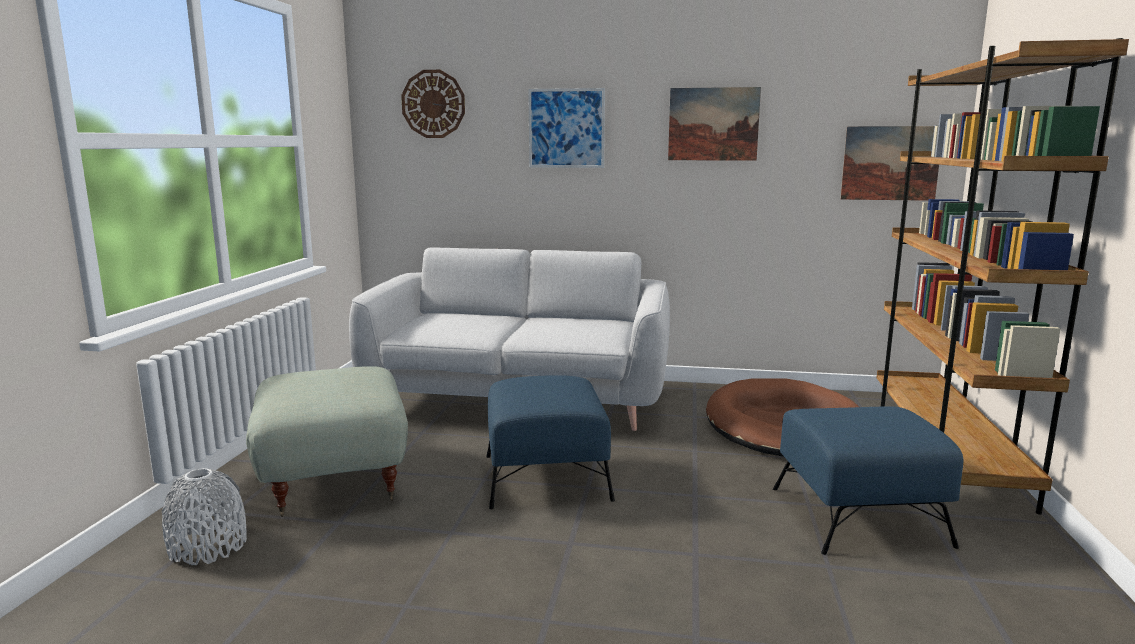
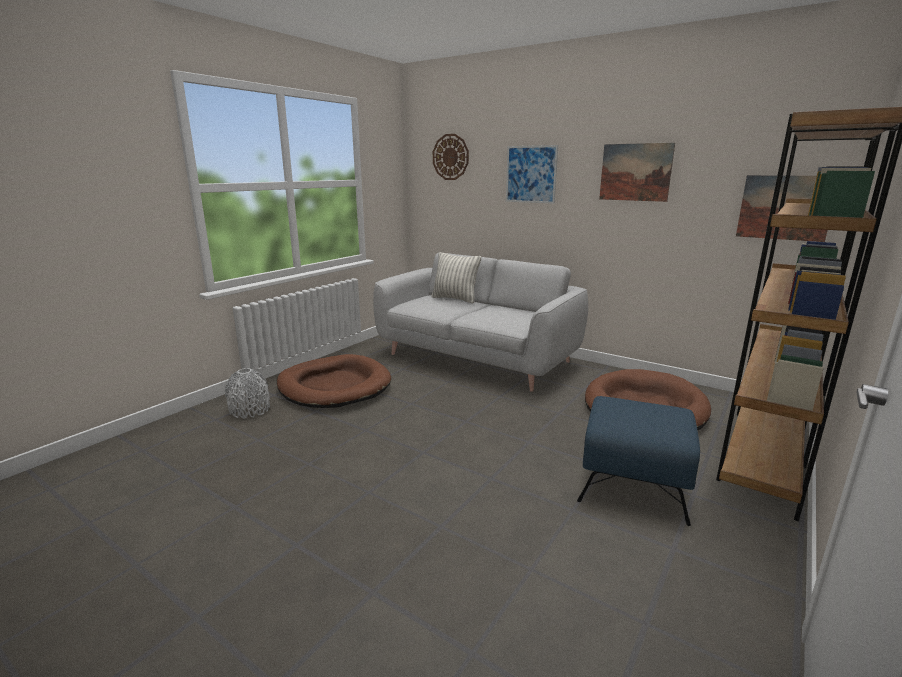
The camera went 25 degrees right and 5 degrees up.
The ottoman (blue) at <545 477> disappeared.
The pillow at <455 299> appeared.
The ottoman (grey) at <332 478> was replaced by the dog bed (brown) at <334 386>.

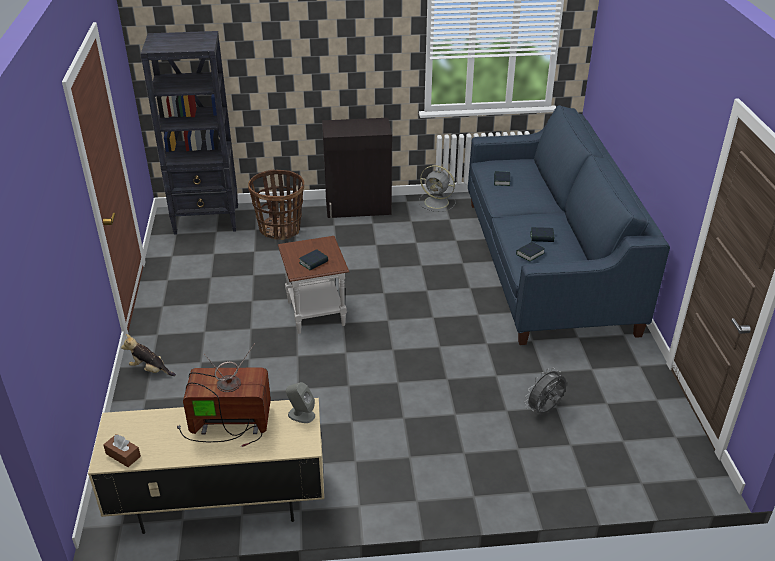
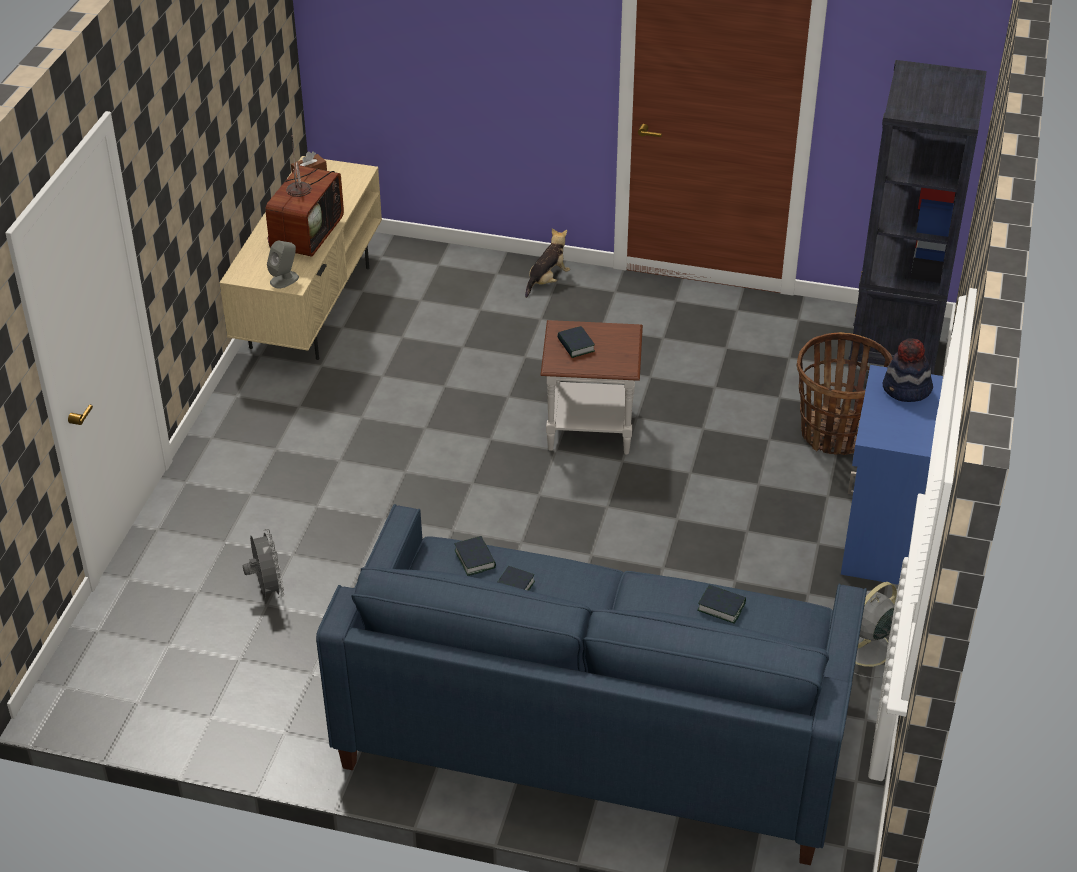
The camera went 110 degrees right and 5 degrees up.
The hat at <906 390> appeared.
The cabinet (black) at <358 208> became the cabinet (blue) at <878 538>.

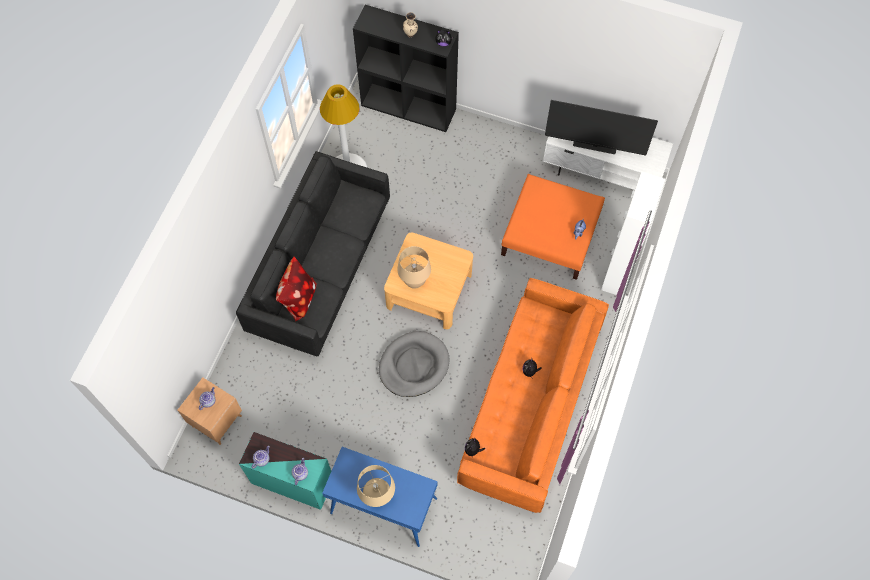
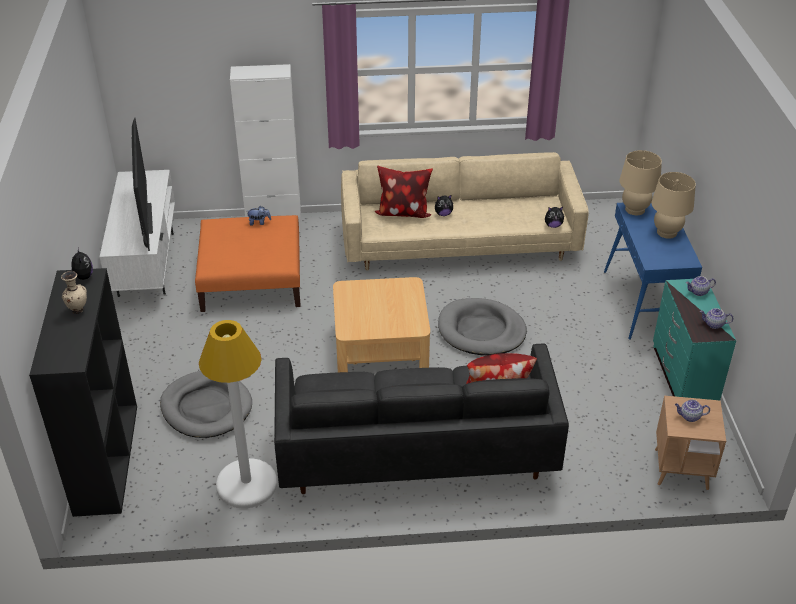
The camera went 115 degrees left and 25 degrees down.
The dog bed (grey) at <206 407> appeared.
The pillow at <403 212> appeared.
The table lamp (beige) moved from <414 281> to <635 209>.
The sofa (orange) at <530 403> became the sofa (beige) at <459 242>.

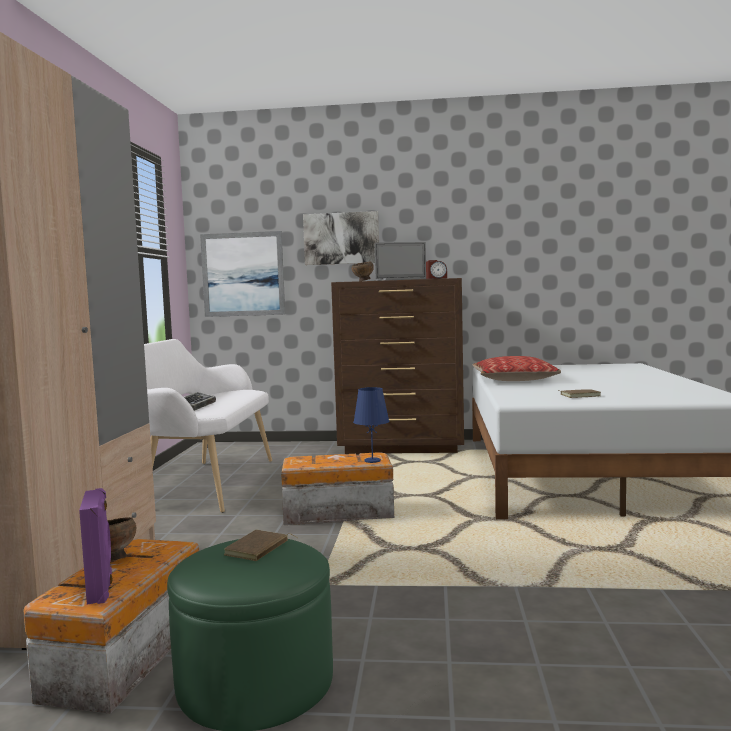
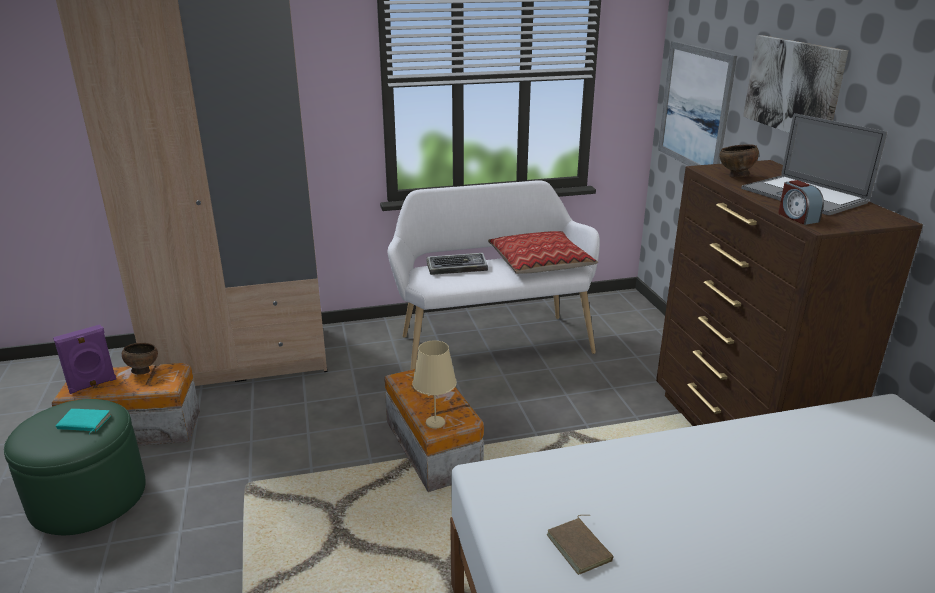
The camera went 70 degrees right and 20 degrees up.
The pillow moved from <514 379> to <540 263>.
The book (brown) at <258 549> became the book (turquoise) at <83 423>.
The table lamp (blue) at <372 460> became the table lamp (beige) at <435 422>.

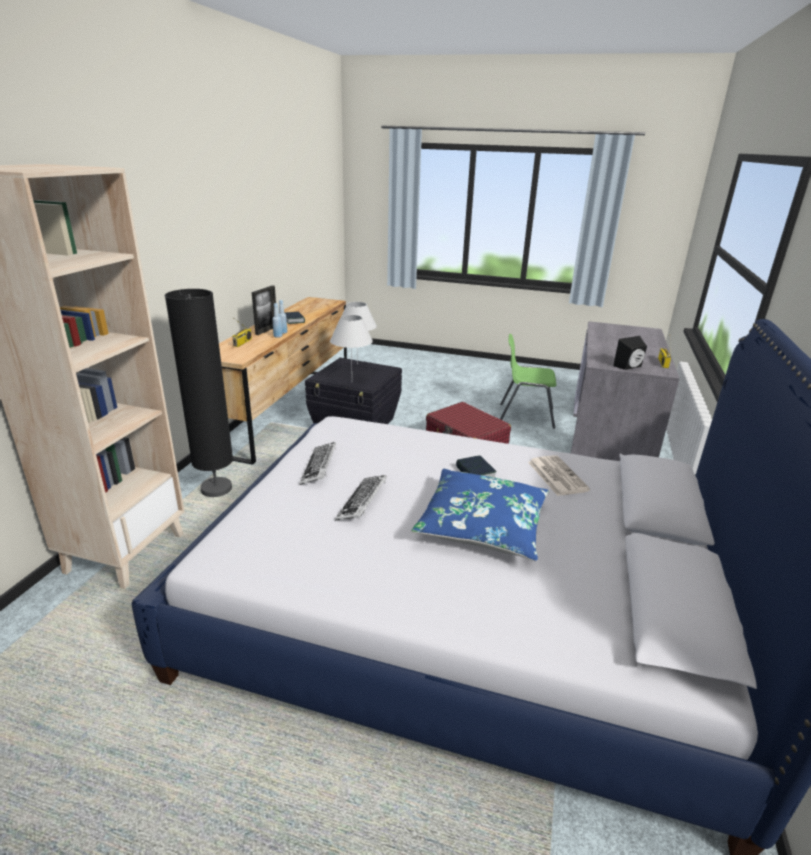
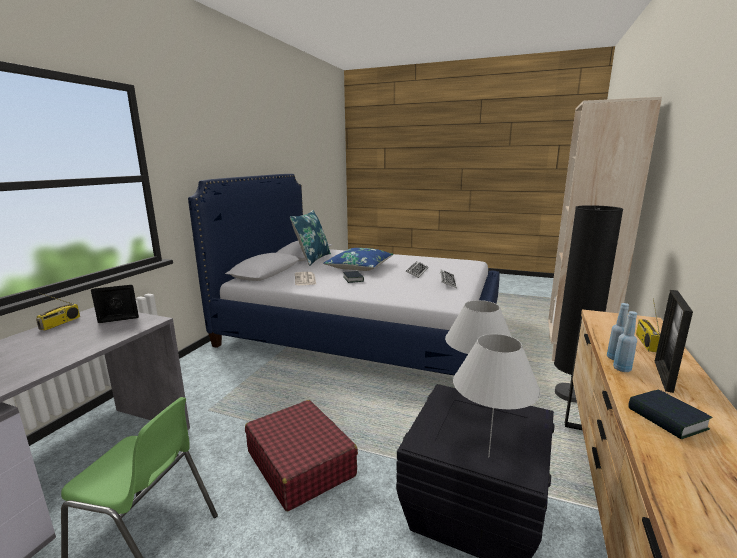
The camera went 175 degrees left and 10 degrees down.
The pillow (blue) at <312 259> appeared.

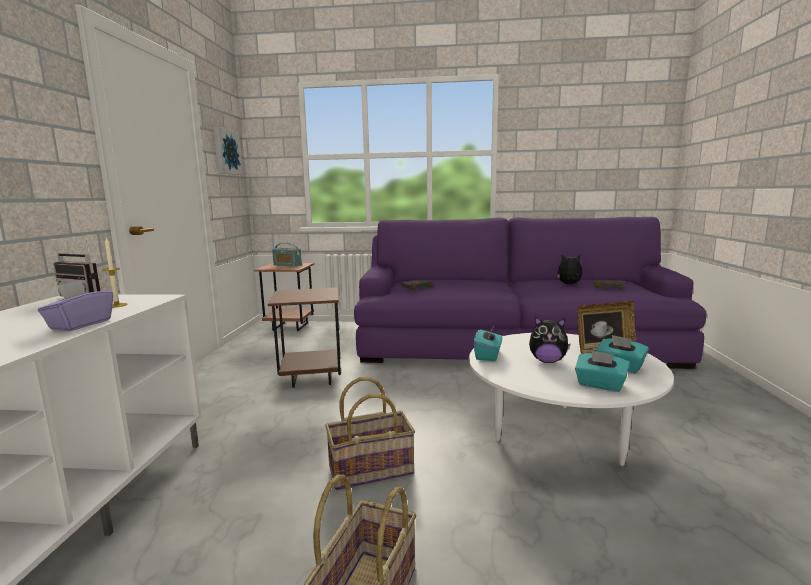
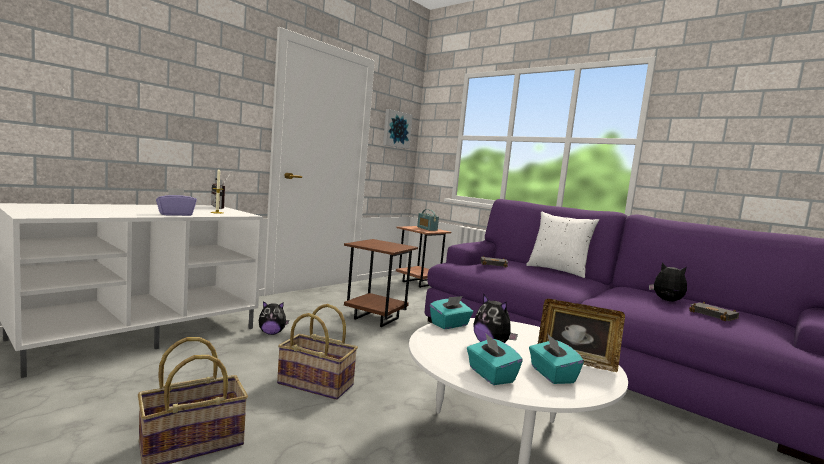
The camera went 35 degrees right and 5 degrees down.
The plush toy at <272 333> appeared.
The pillow (white) at <557 270> appeared.

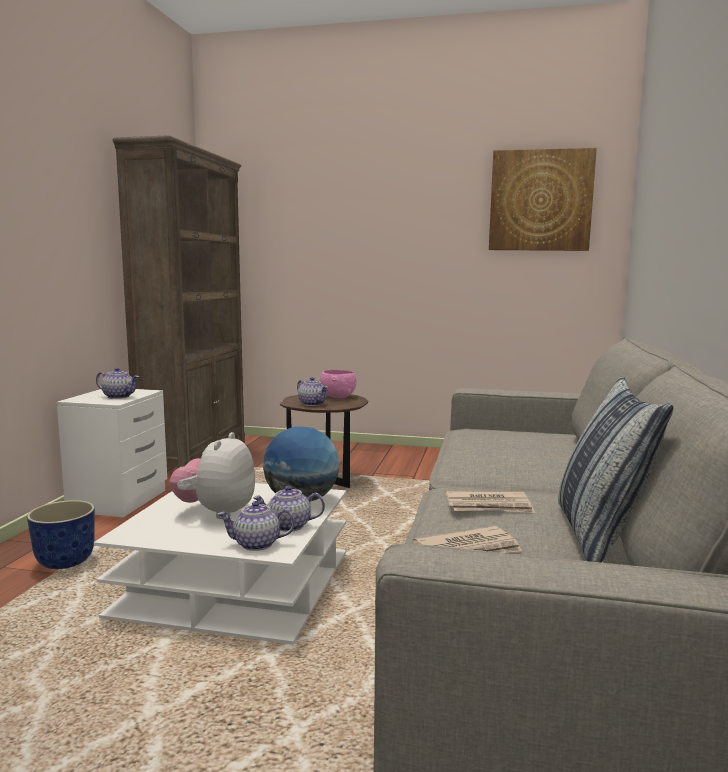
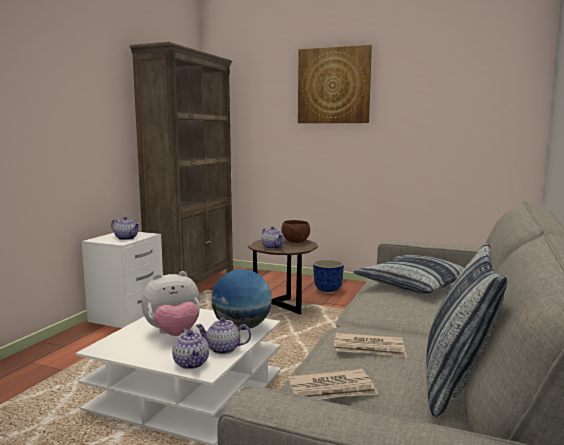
The camera went 10 degrees right and 0 degrees up.
The pillow at <411 284> appeared.
The planter moved from <65 562> to <327 289>.
The picture moved from <540 200> to <334 86>.
The bowl (pink) at <338 396> became the bowl (brown) at <296 241>.
The plush toy at <216 512> turned 135 degrees counterclockwise.
The teapot at <256 544> turned 120 degrees counterclockwise.

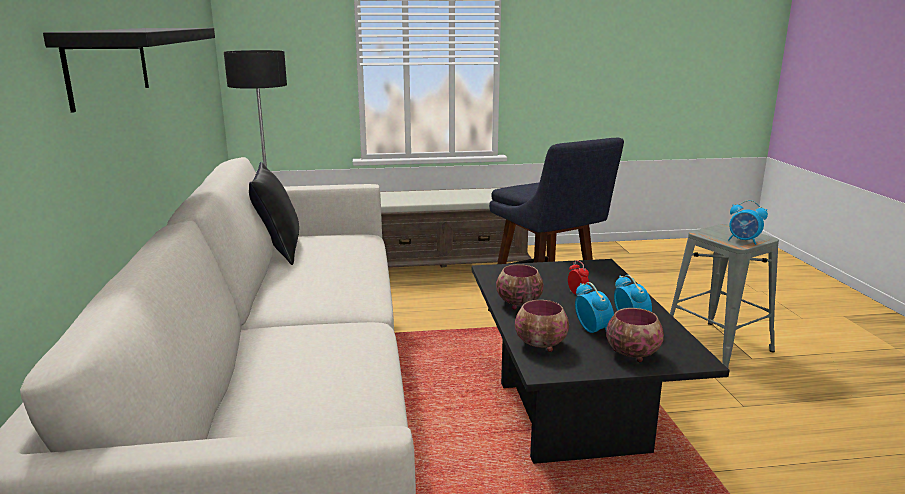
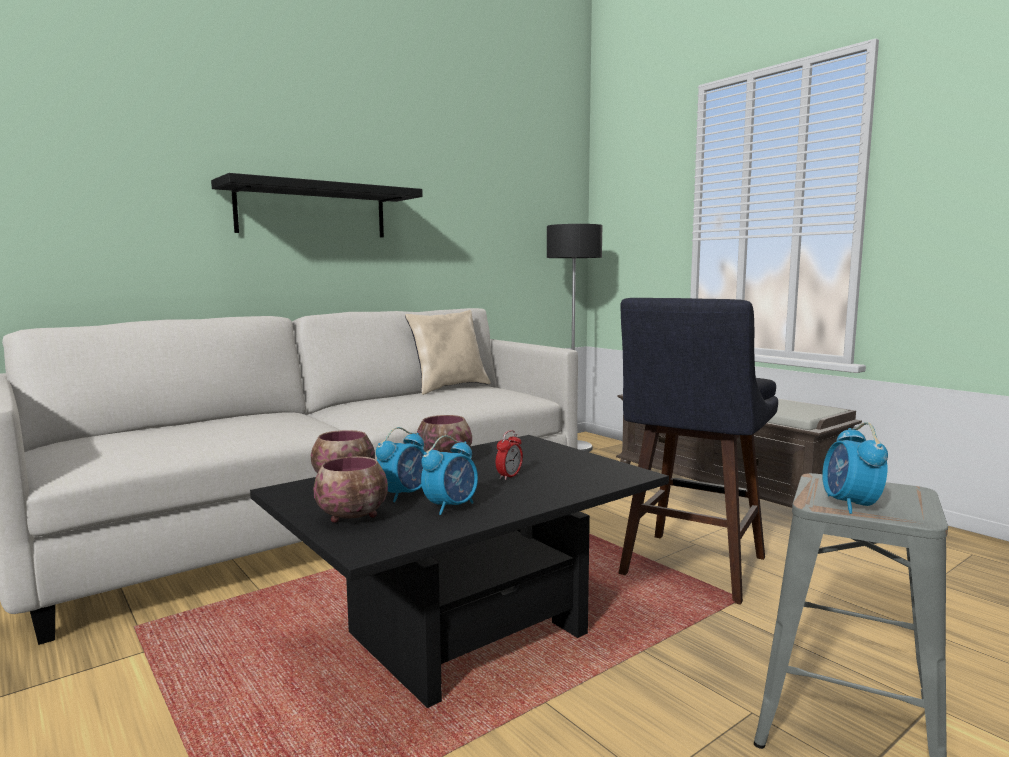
The camera went 60 degrees right and 10 degrees down.
The pillow (black) at <279 250> became the pillow (beige) at <449 388>.

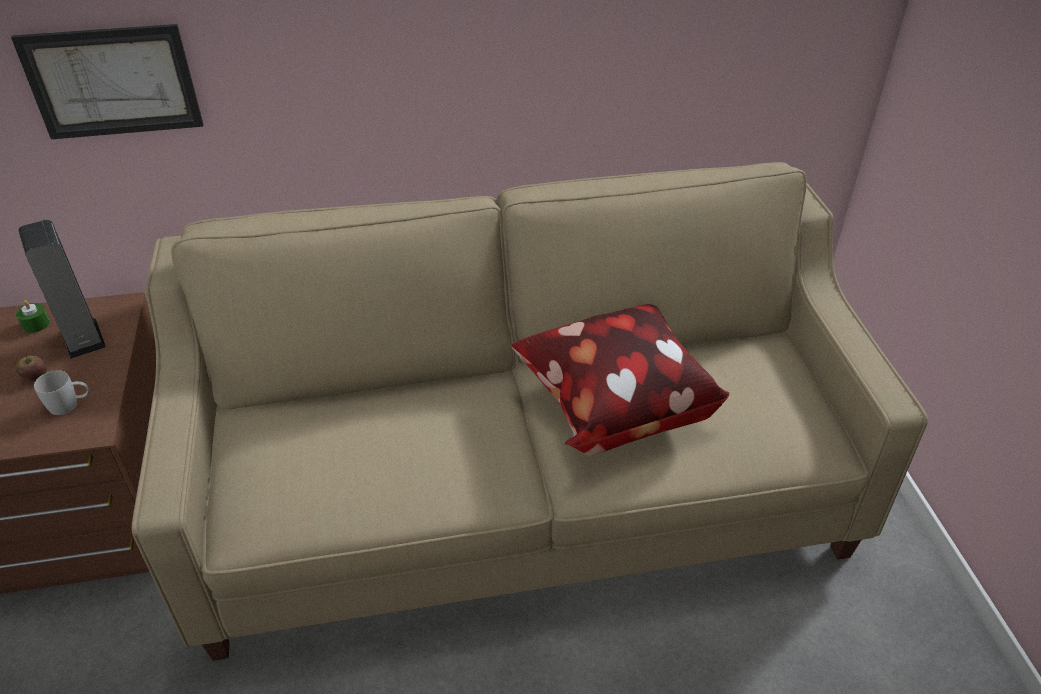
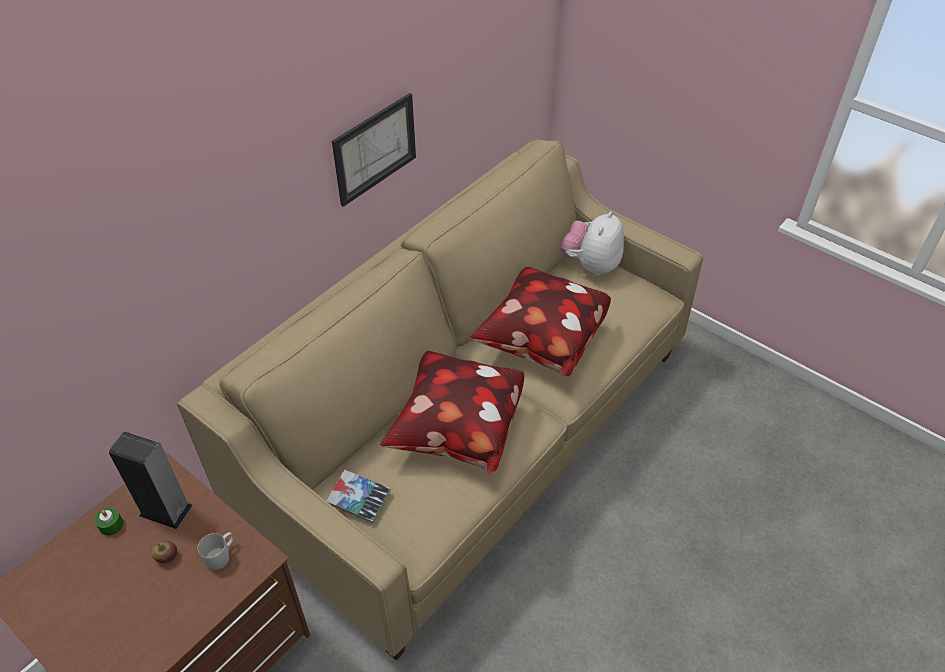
The camera went 40 degrees left and 5 degrees up.
The book at <359 499> appeared.
The pillow at <455 431> appeared.
The plush toy at <590 265> appeared.
The picture moved from <112 82> to <375 149>.

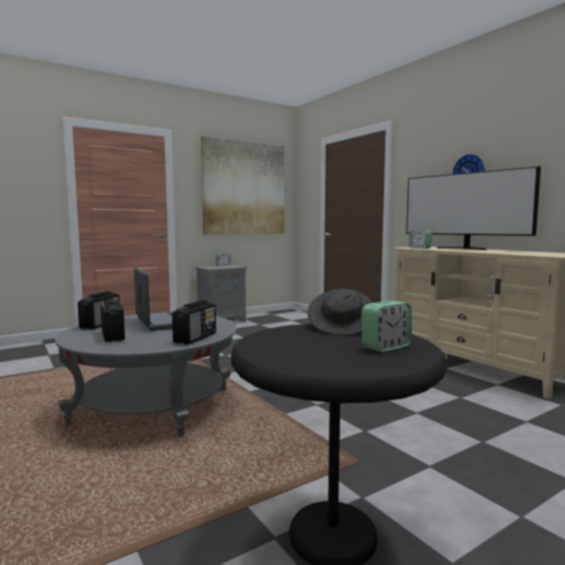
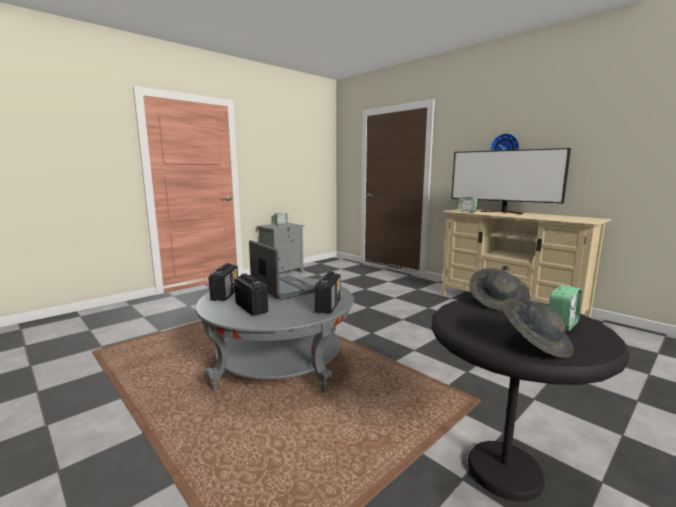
The camera went 10 degrees left and 5 degrees up.
The picture at <244 188> disappeared.
The hat (grey) at <534 343> appeared.

